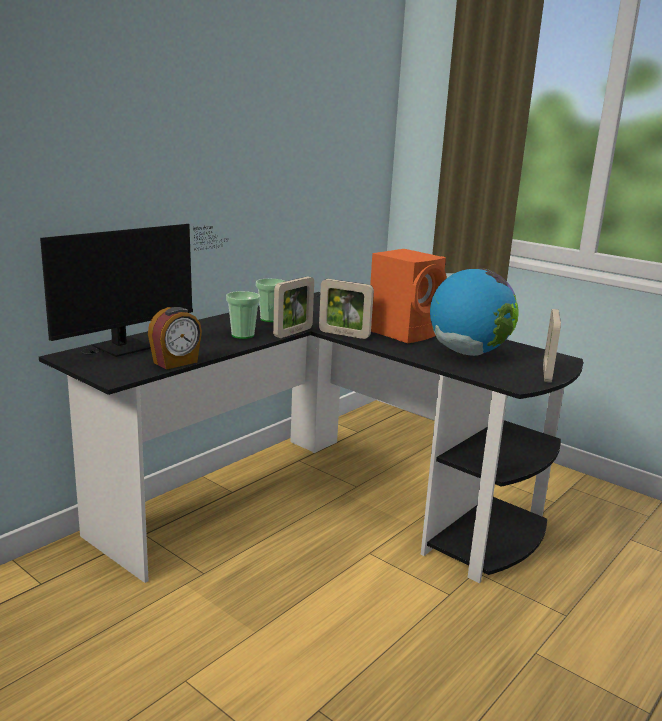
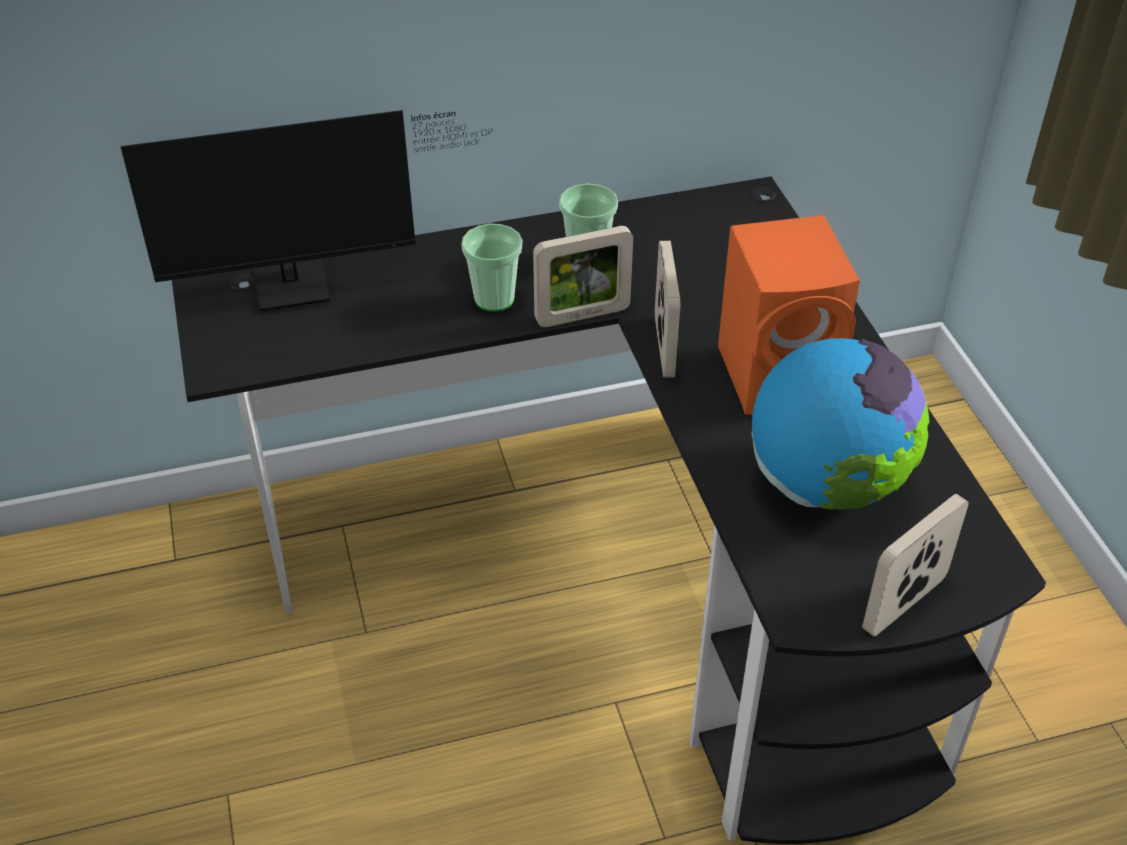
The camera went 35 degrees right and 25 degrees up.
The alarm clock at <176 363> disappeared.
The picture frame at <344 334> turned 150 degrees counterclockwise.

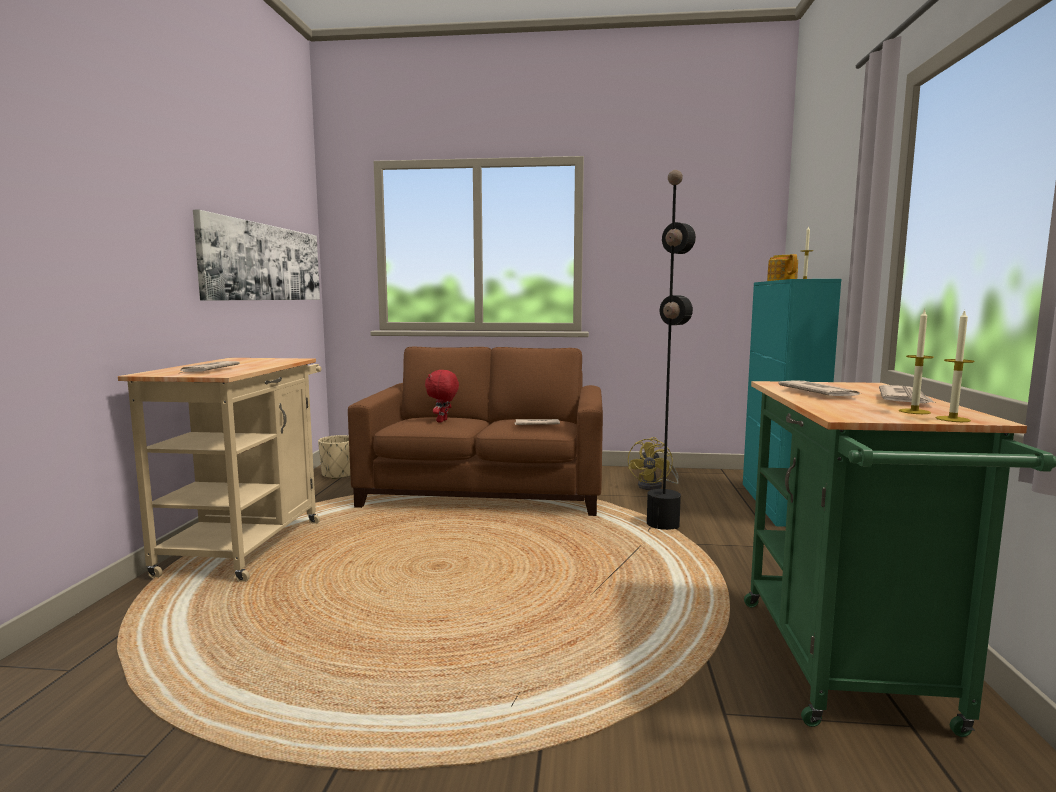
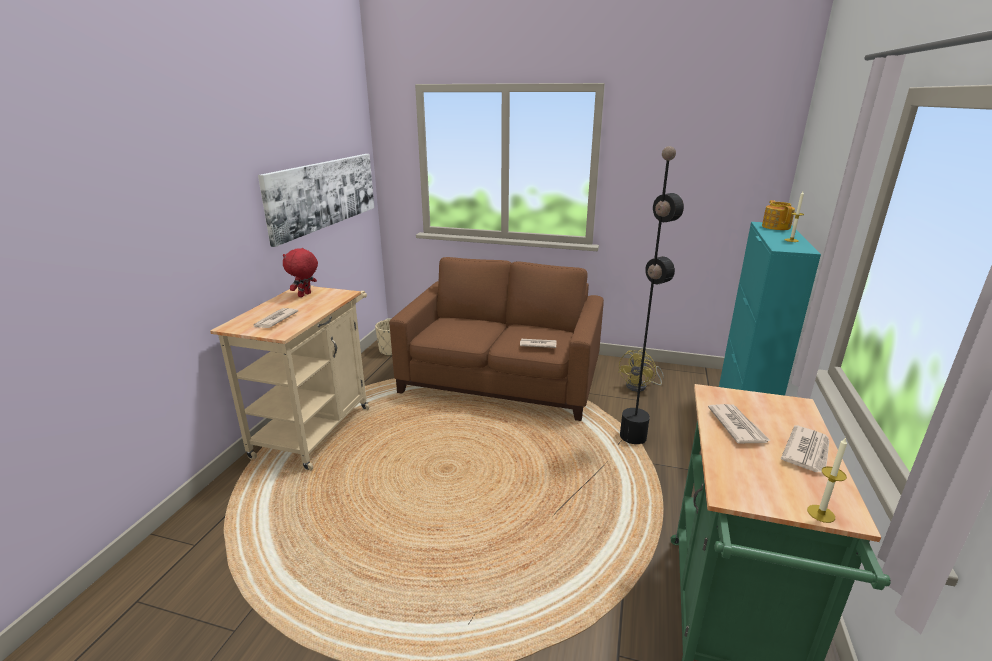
The camera went 10 degrees right and 15 degrees up.
The candle at <914 411> disappeared.
The plush toy (red) moved from <443 421> to <305 295>.

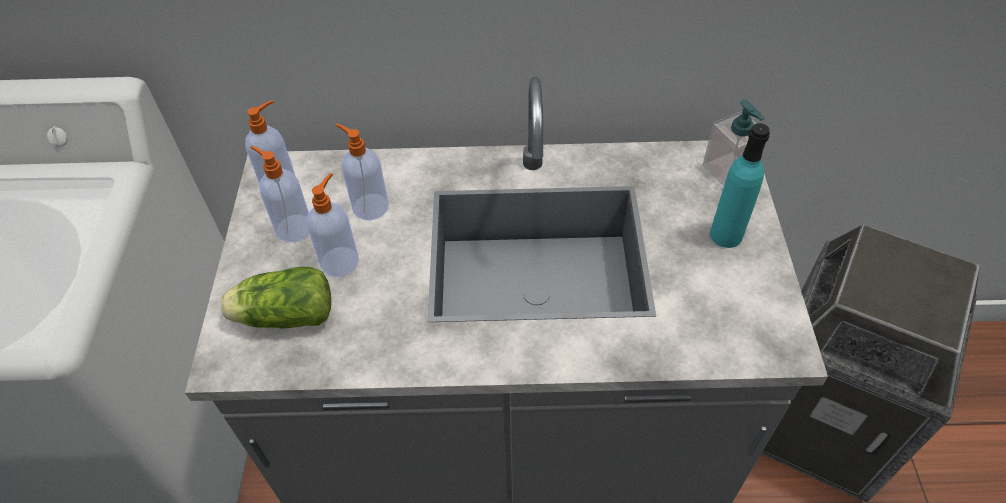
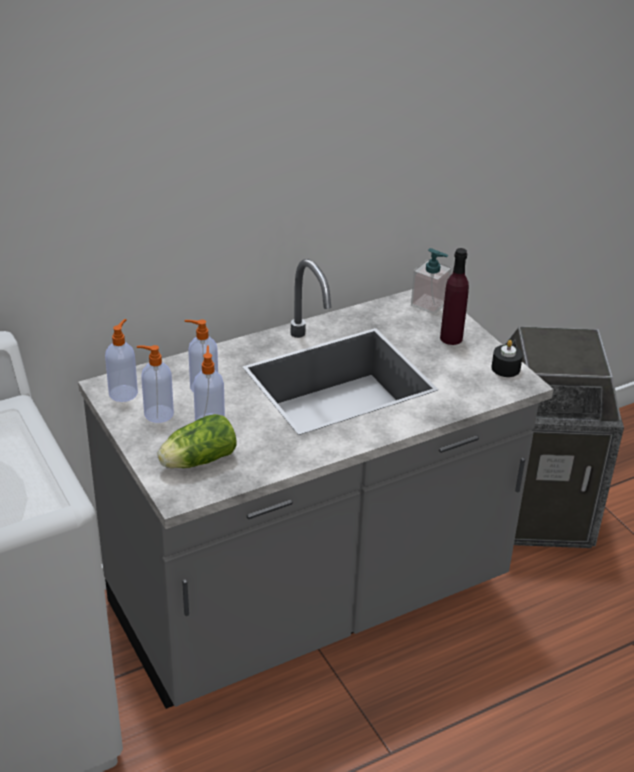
The camera went 30 degrees left and 15 degrees down.
The candle (black) at <505 368> appeared.
The bottle (turquoise) at <726 235> became the bottle (purple) at <451 338>.

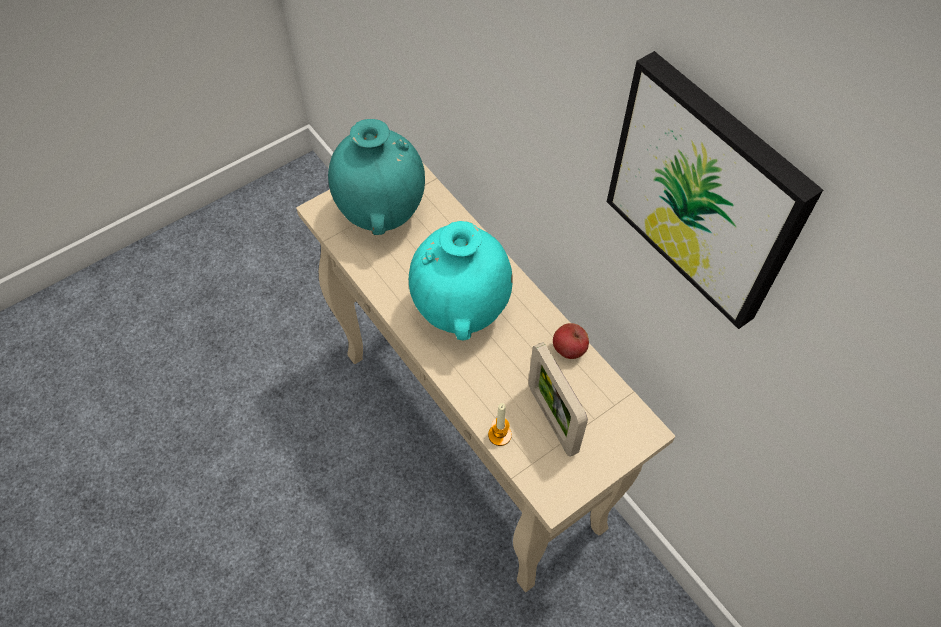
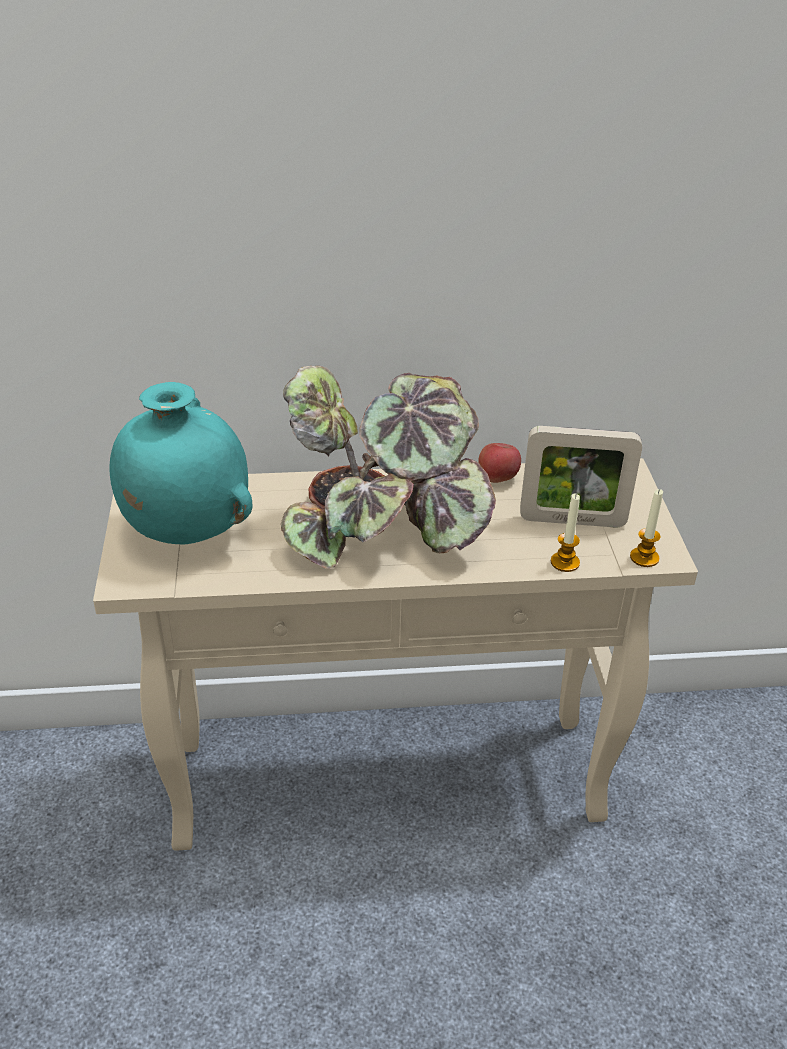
The camera went 60 degrees left and 20 degrees down.
The picture at <706 191> disappeared.
The candle at <644 558> appeared.
The vase (turquoise) at <461 310> was replaced by the potted plant at <385 528>.

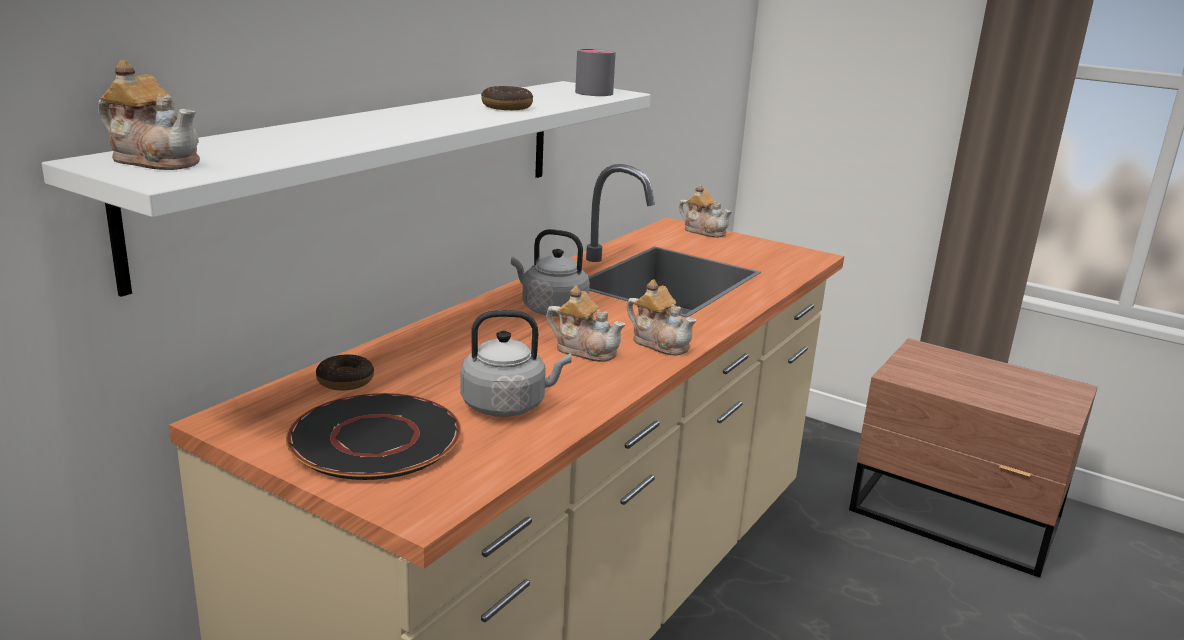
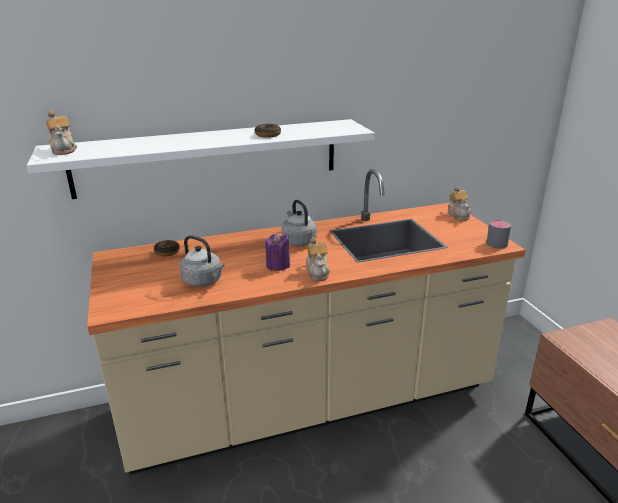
The camera went 40 degrees right and 5 degrees up.
The plate (black) at <374 438> disappeared.
The mug (grey) moved from <594 91> to <498 242>.
The teapot at <585 350> was replaced by the candle (purple) at <278 265>.

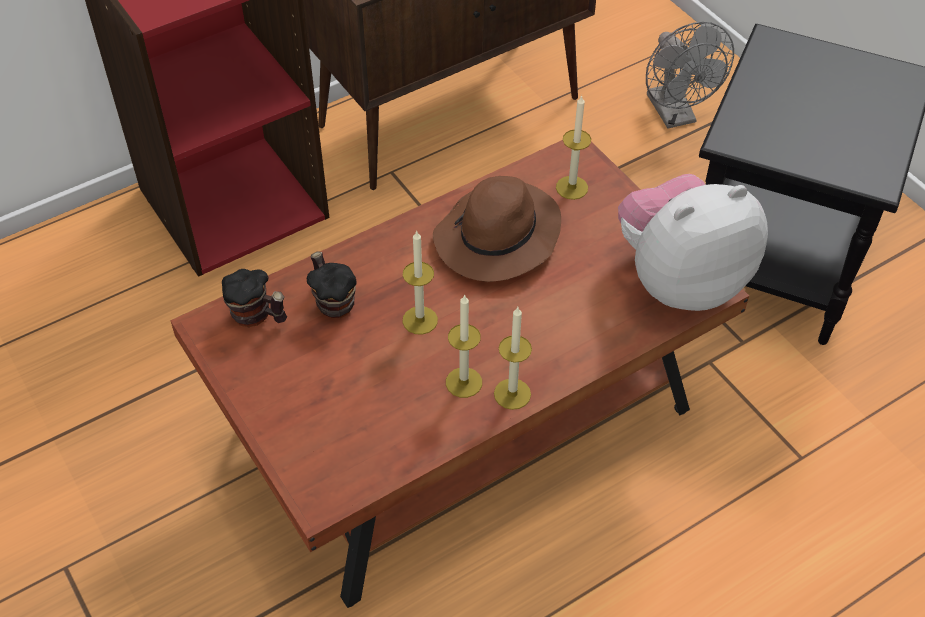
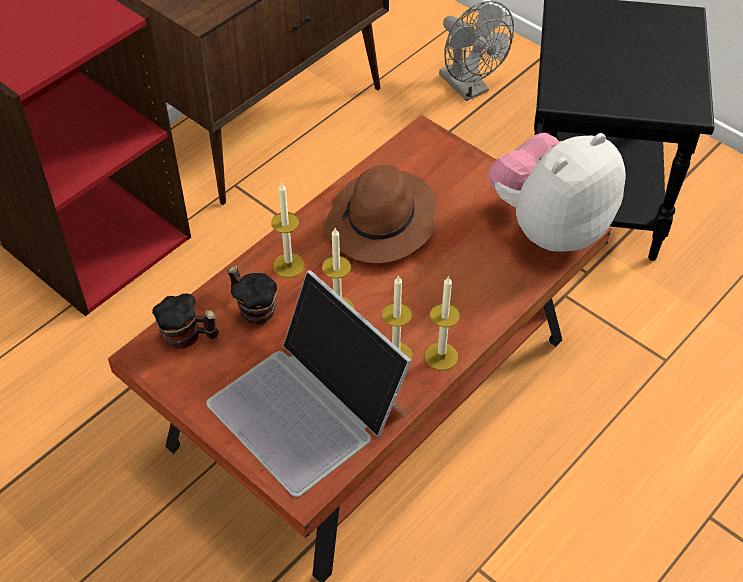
The camera went 15 degrees left and 0 degrees up.
The laptop at <308 407> appeared.
The candle moved from <572 187> to <288 265>.

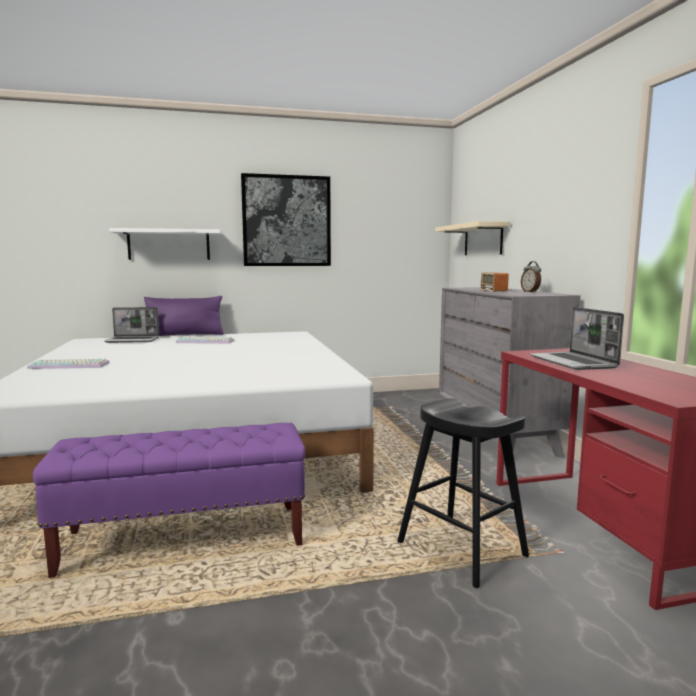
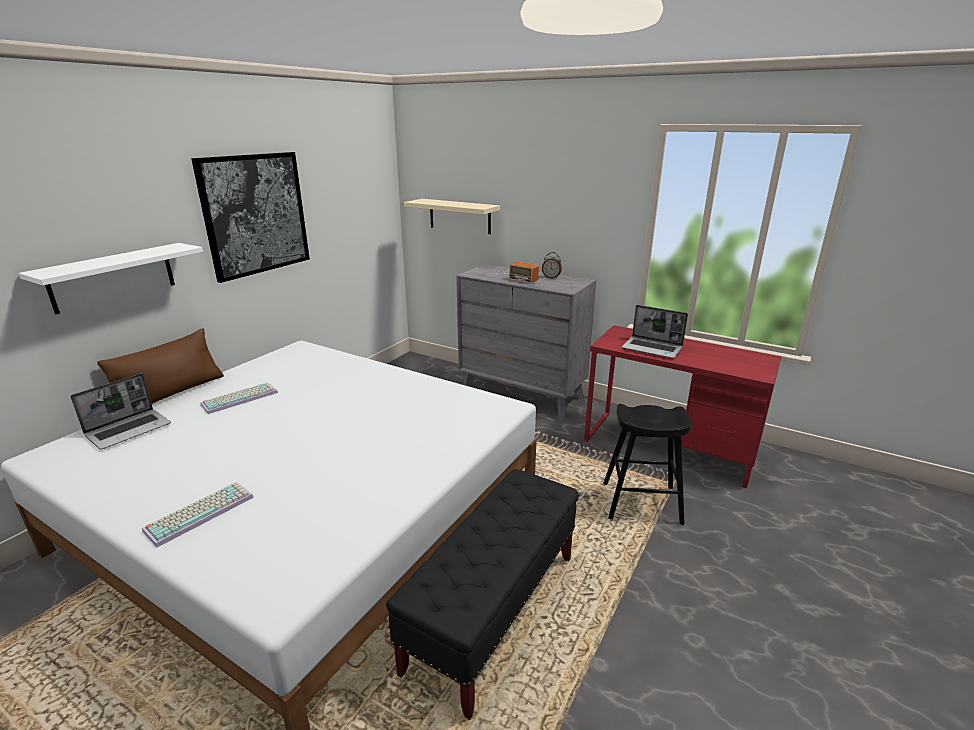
The camera went 45 degrees left and 15 degrees up.
The bench (purple) at <185 539> became the bench (black) at <494 610>.
The pillow (purple) at <184 335> became the pillow (brown) at <172 393>.

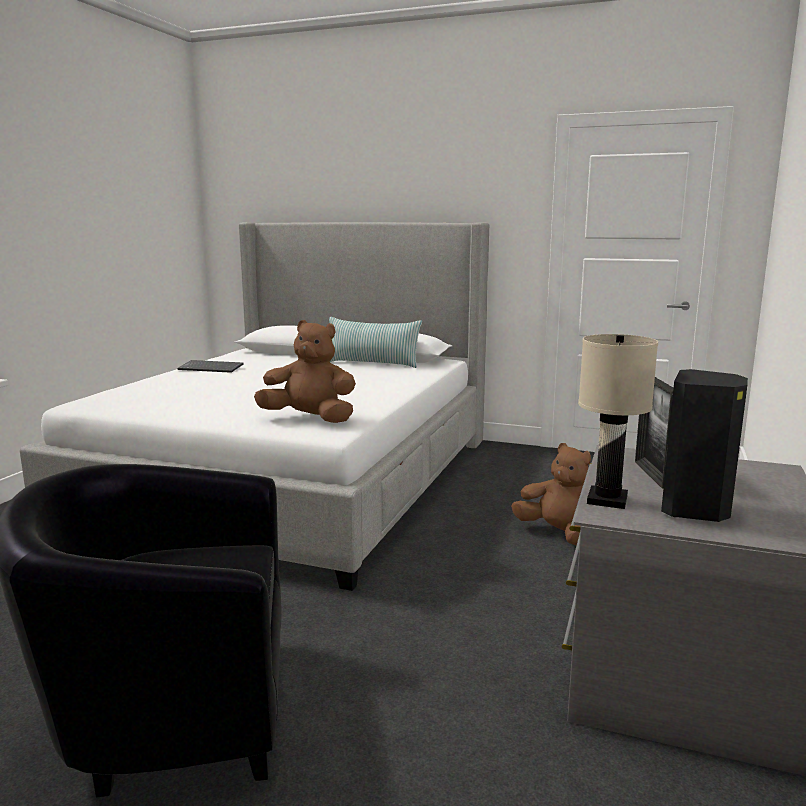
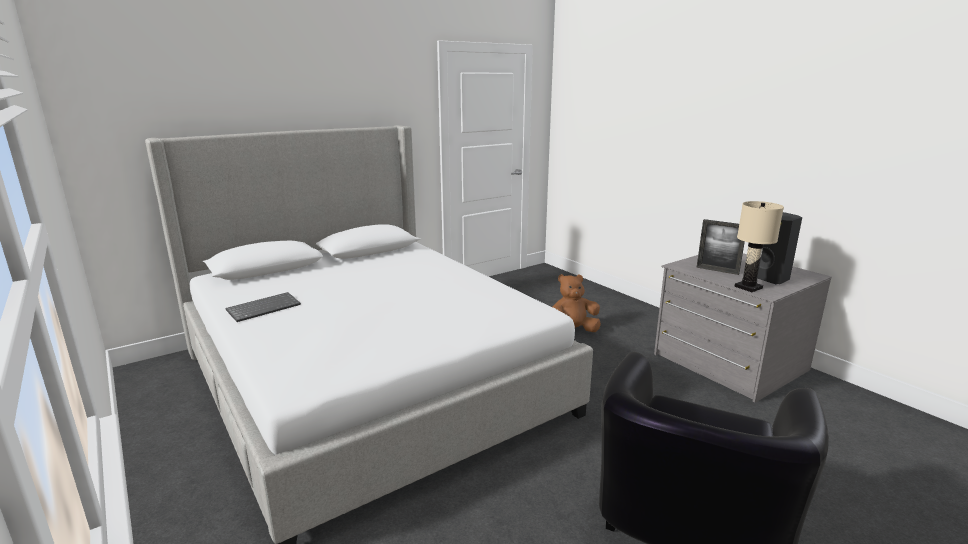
The camera went 55 degrees left and 5 degrees up.
The plush toy (brown) at <310 419> disappeared.
The pillow at <372 363> disappeared.

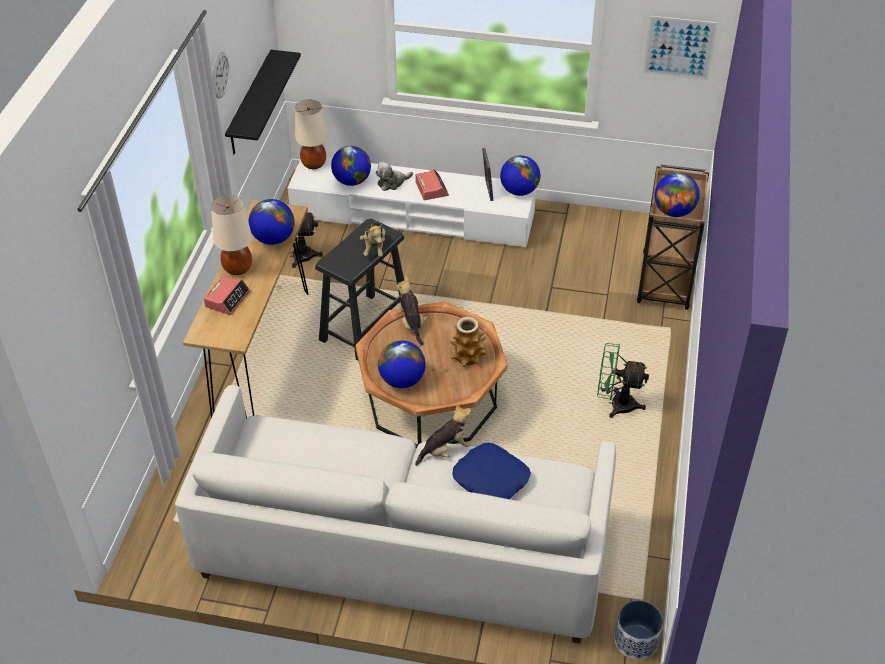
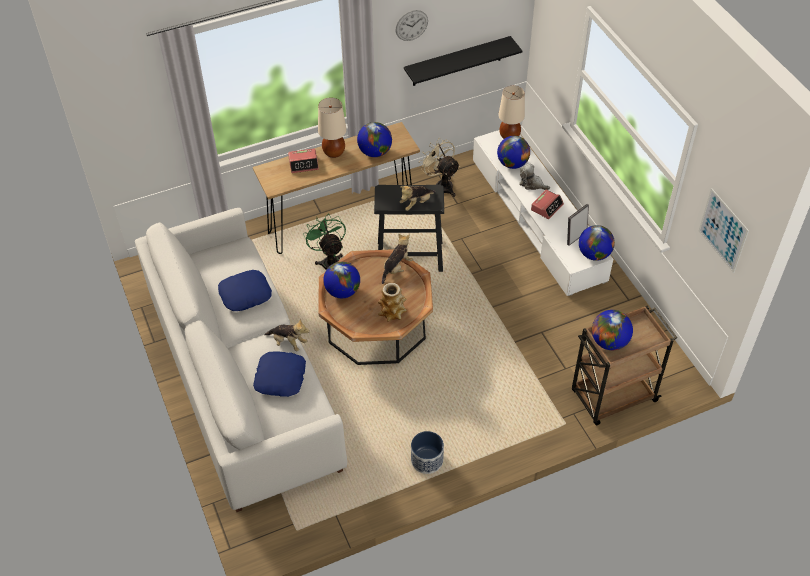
The camera went 55 degrees right and 5 degrees up.
The pillow (blue) at <245 294> appeared.
The fan (green) moved from <616 404> to <329 261>.
The planter moved from <635 641> to <426 460>.

